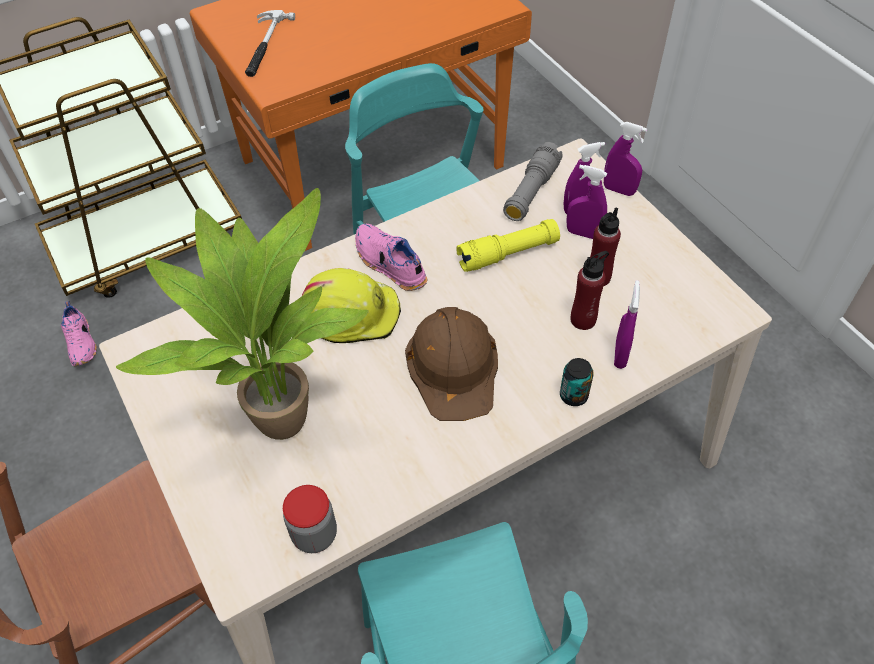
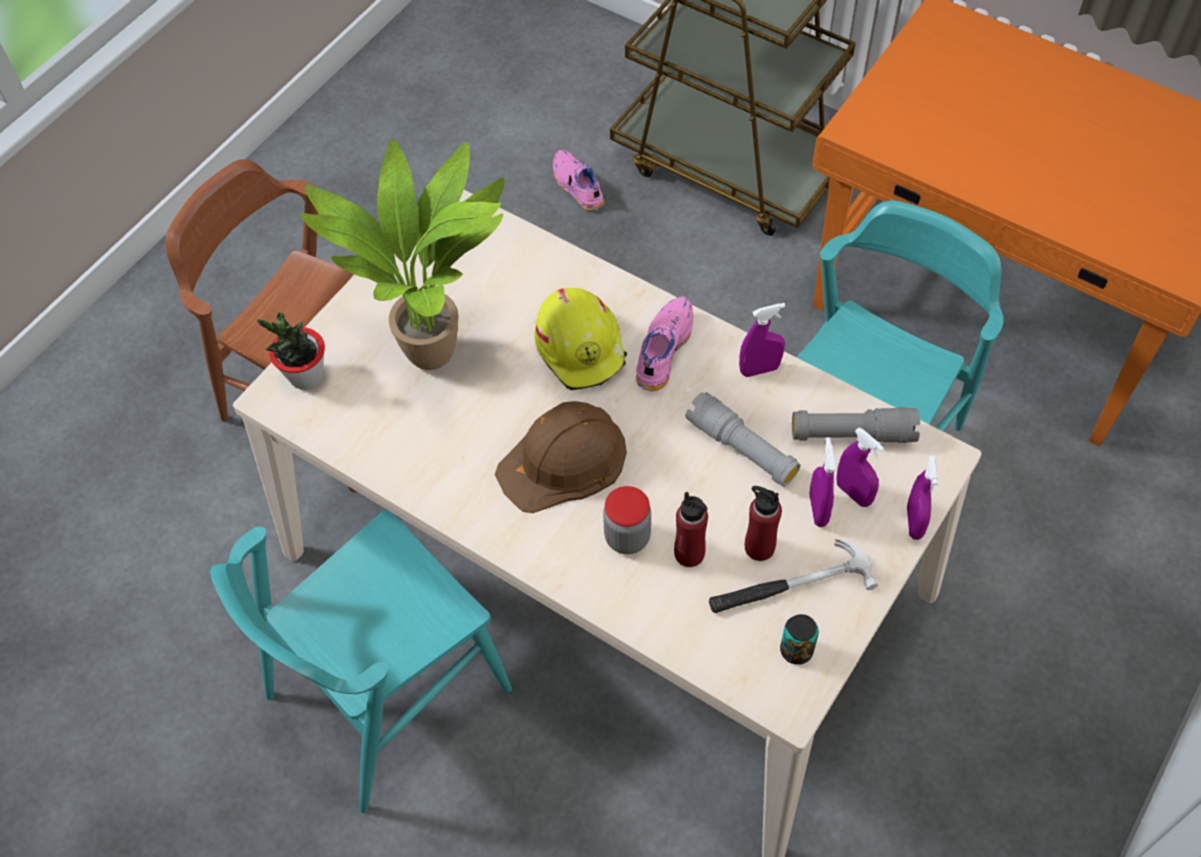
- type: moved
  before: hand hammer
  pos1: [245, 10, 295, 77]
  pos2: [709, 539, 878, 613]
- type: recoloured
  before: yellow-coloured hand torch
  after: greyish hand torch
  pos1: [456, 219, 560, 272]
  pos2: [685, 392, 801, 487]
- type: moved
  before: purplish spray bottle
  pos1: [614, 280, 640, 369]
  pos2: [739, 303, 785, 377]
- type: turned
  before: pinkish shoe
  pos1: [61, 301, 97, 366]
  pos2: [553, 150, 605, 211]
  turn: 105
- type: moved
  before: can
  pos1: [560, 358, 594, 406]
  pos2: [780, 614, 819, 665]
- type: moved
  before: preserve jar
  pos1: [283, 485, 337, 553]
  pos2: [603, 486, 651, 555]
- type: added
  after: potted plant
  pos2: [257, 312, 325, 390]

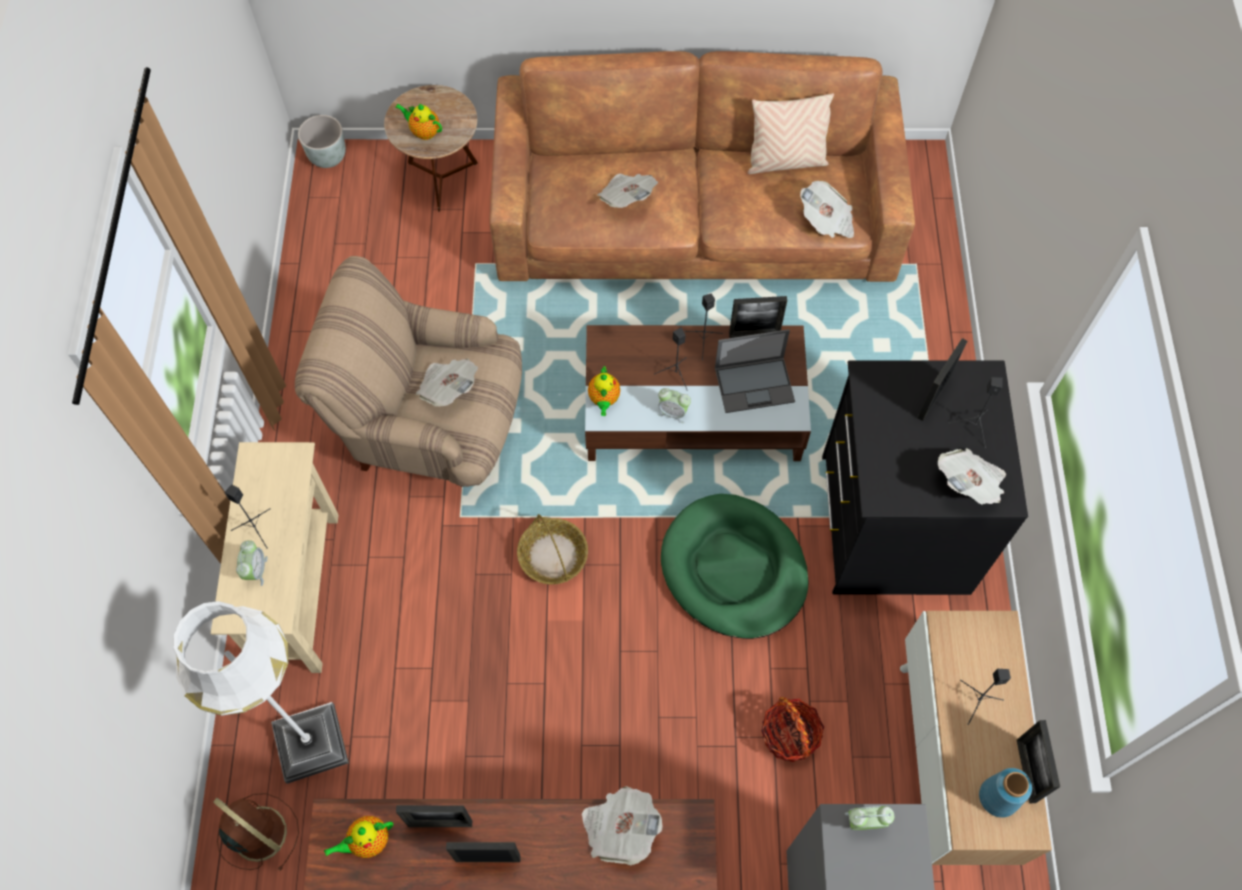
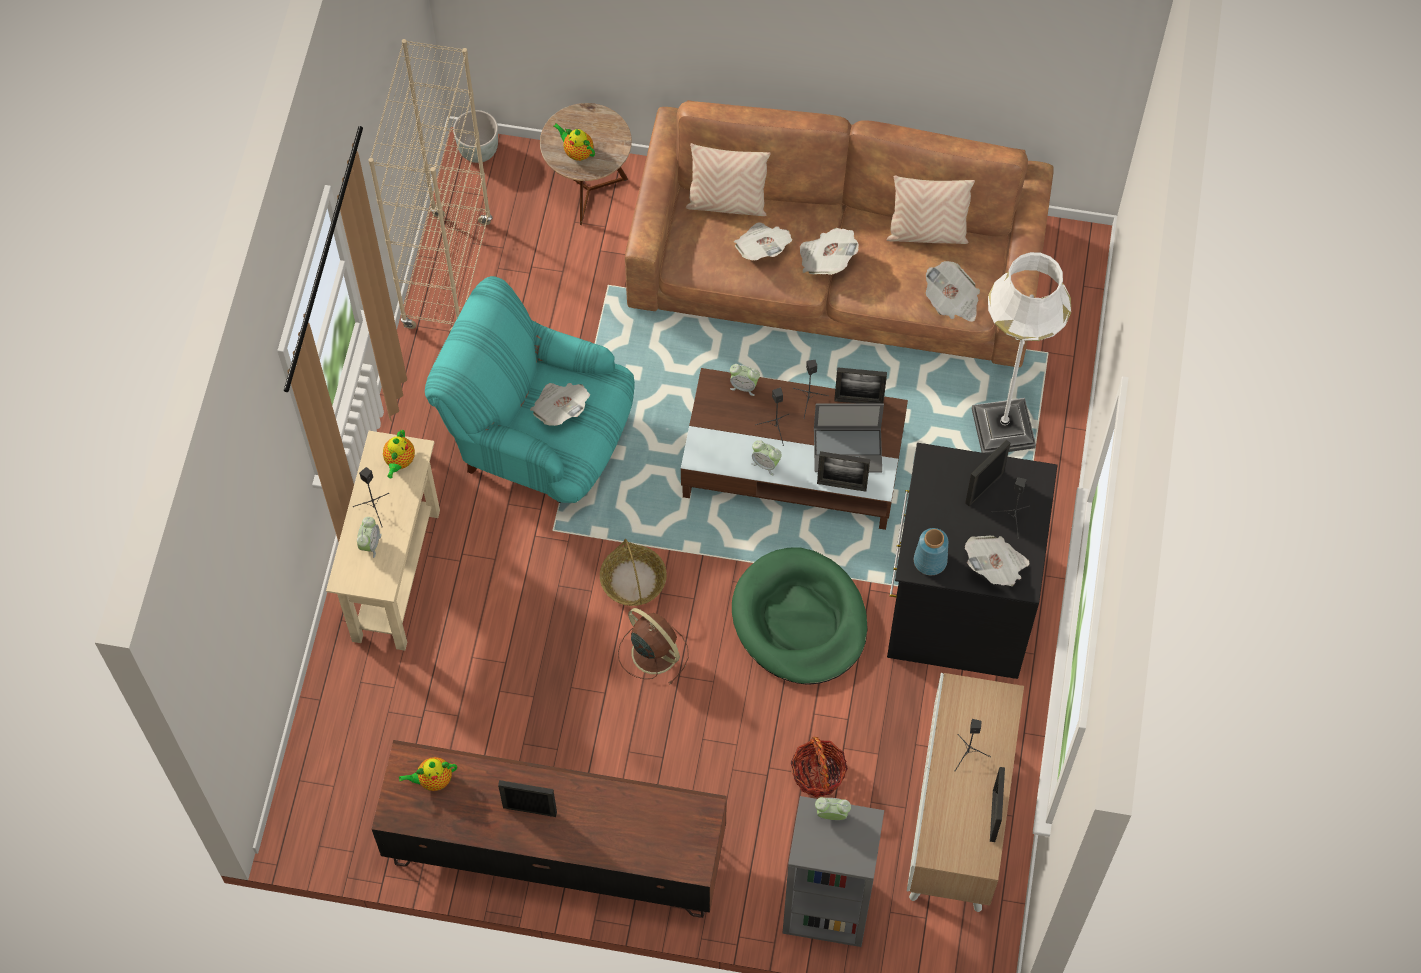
- type: recoloured
  before: beige-coloured armchair
  after: turquoise-coloured armchair
  pos1: [295, 256, 522, 487]
  pos2: [425, 276, 635, 503]
- type: moved
  before: pot for tea
  pos1: [588, 366, 620, 416]
  pos2: [383, 430, 415, 478]
- type: moved
  before: white-coloured standing lamp
  pos1: [174, 601, 349, 784]
  pos2: [972, 252, 1071, 454]
- type: moved
  before: bluish flower vase
  pos1: [979, 768, 1032, 818]
  pos2: [914, 528, 948, 575]
- type: moved
  before: printed paper
  pos1: [582, 786, 663, 865]
  pos2: [800, 228, 859, 275]
- type: moved
  before: brown-coloured fan
  pos1: [213, 793, 299, 872]
  pos2: [618, 608, 689, 684]
- type: moved
  before: standing frame
  pos1: [396, 805, 472, 827]
  pos2: [817, 451, 870, 492]
- type: added
  after: beige-coloured bookshelf
  pos2: [368, 39, 493, 331]
- type: added
  after: beige-coloured pillow
  pos2: [686, 143, 771, 216]
- type: added
  after: bedside clock
  pos2: [730, 364, 760, 396]

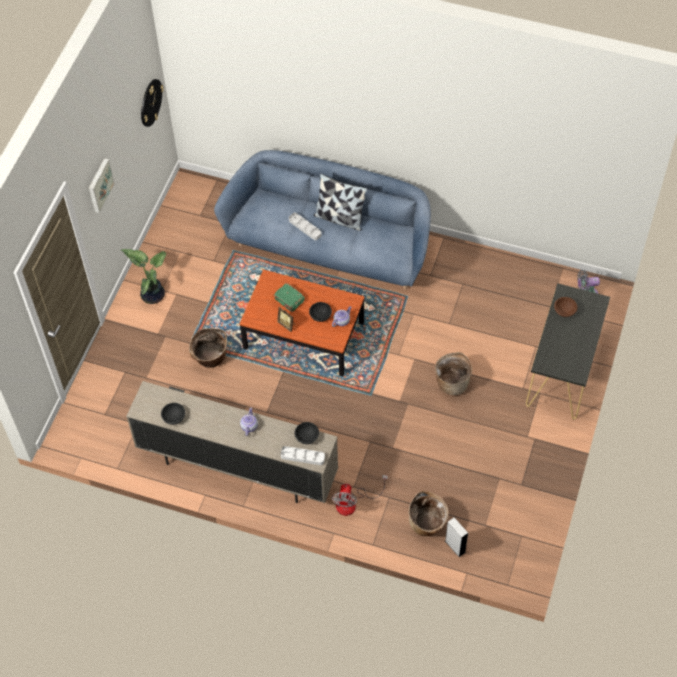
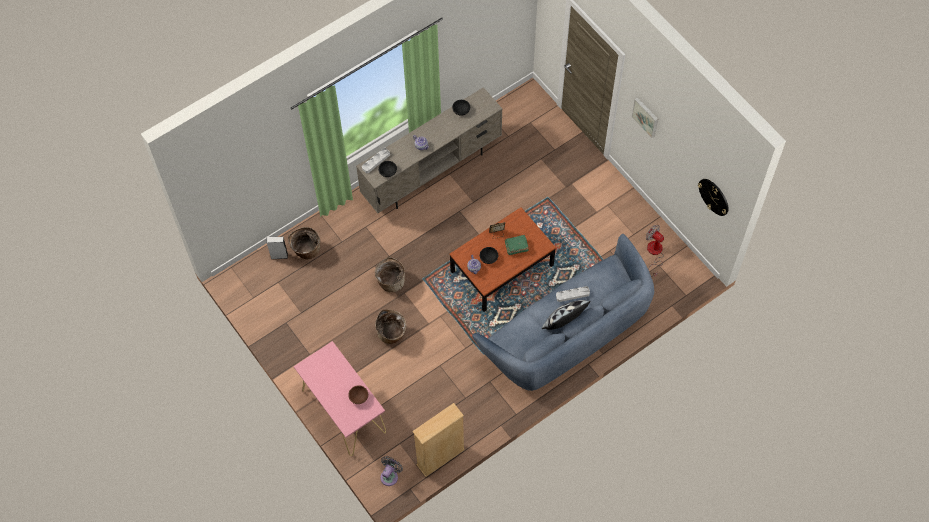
- type: removed
  before: potted plant
  pos1: [121, 249, 167, 304]
- type: recoloured
  before: black-coloured hall table
  after: pinkish hall table
  pos1: [526, 283, 610, 420]
  pos2: [294, 341, 386, 456]
- type: moved
  before: household basket
  pos1: [189, 328, 227, 368]
  pos2: [375, 257, 405, 292]
- type: moved
  before: fan
  pos1: [332, 475, 388, 516]
  pos2: [646, 225, 664, 277]
- type: added
  after: beige-coloured bookshelf
  pos2: [412, 403, 465, 477]

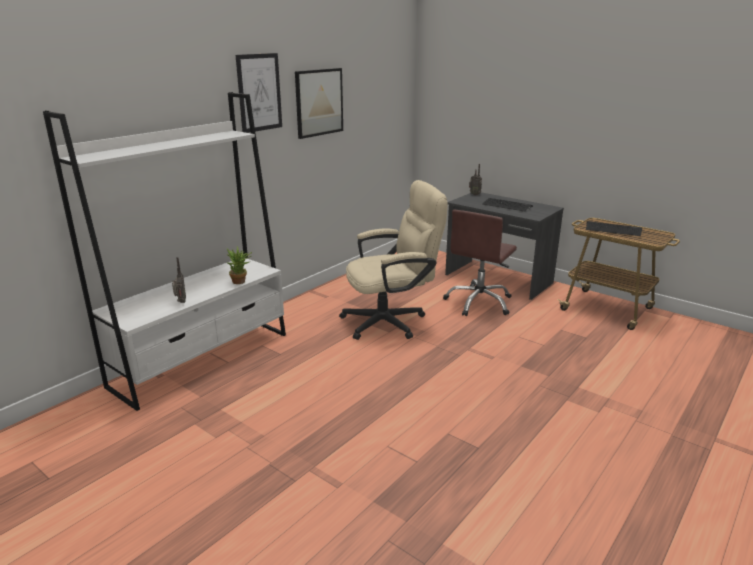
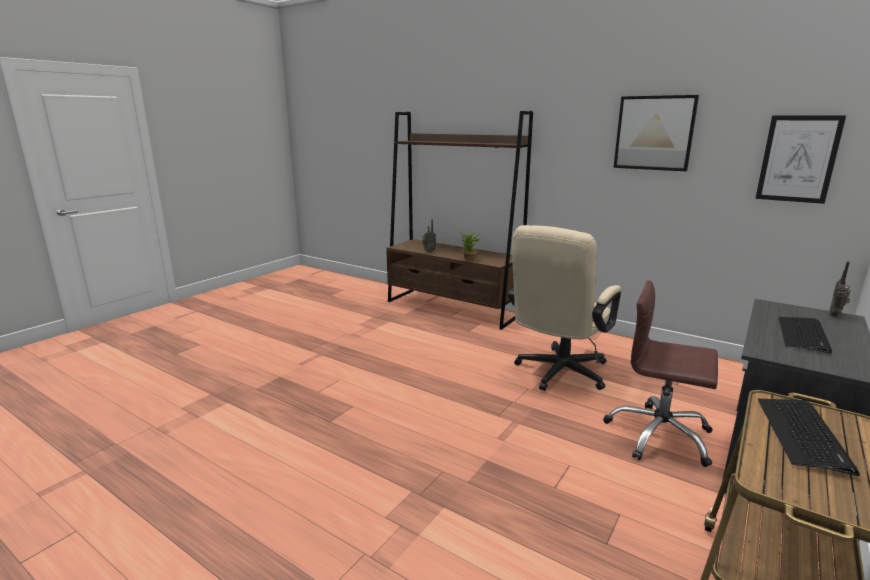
- type: moved
  before: wall picture
  pos1: [236, 53, 282, 133]
  pos2: [755, 115, 846, 204]
- type: recoloured
  before: white-coloured bookshelf
  after: brown-coloured bookshelf
  pos1: [43, 92, 286, 411]
  pos2: [386, 111, 533, 330]
- type: turned
  before: beige-coloured office chair
  pos1: [339, 180, 448, 340]
  pos2: [508, 225, 621, 391]
  turn: 60

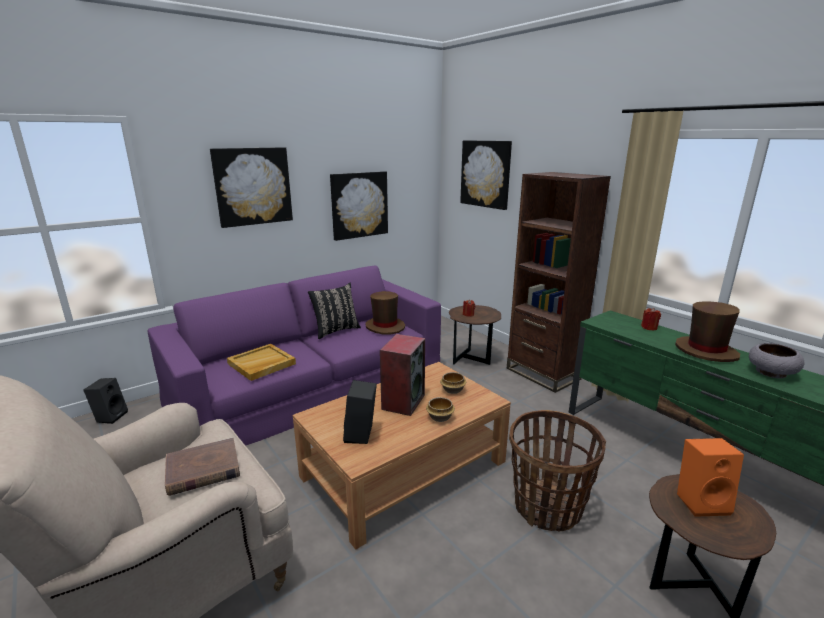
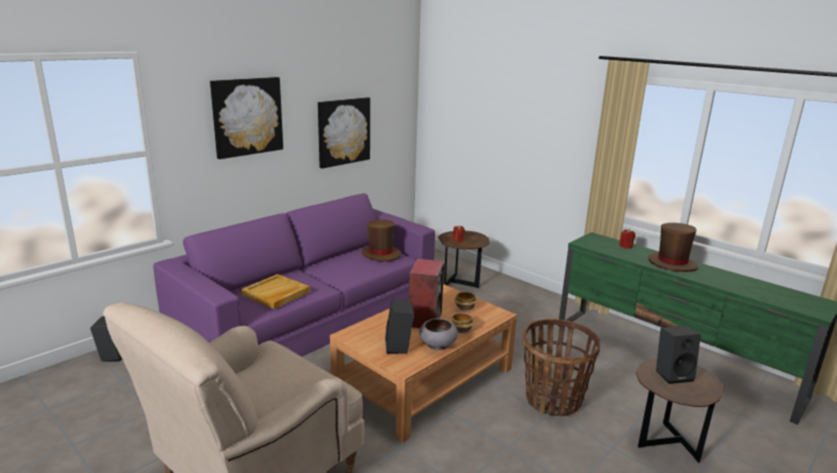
- type: removed
  before: wall picture
  pos1: [460, 140, 512, 210]
- type: removed
  before: brown-coloured bookshelf
  pos1: [507, 172, 611, 393]
- type: removed
  before: black-coloured pillow
  pos1: [308, 283, 361, 339]
- type: moved
  before: greyish deep dish
  pos1: [749, 343, 805, 379]
  pos2: [419, 318, 458, 350]
- type: removed
  before: brown-coloured bound book
  pos1: [165, 438, 240, 496]
- type: recoloured
  before: orangey audio speaker
  after: black-coloured audio speaker
  pos1: [677, 438, 744, 517]
  pos2: [656, 326, 701, 384]

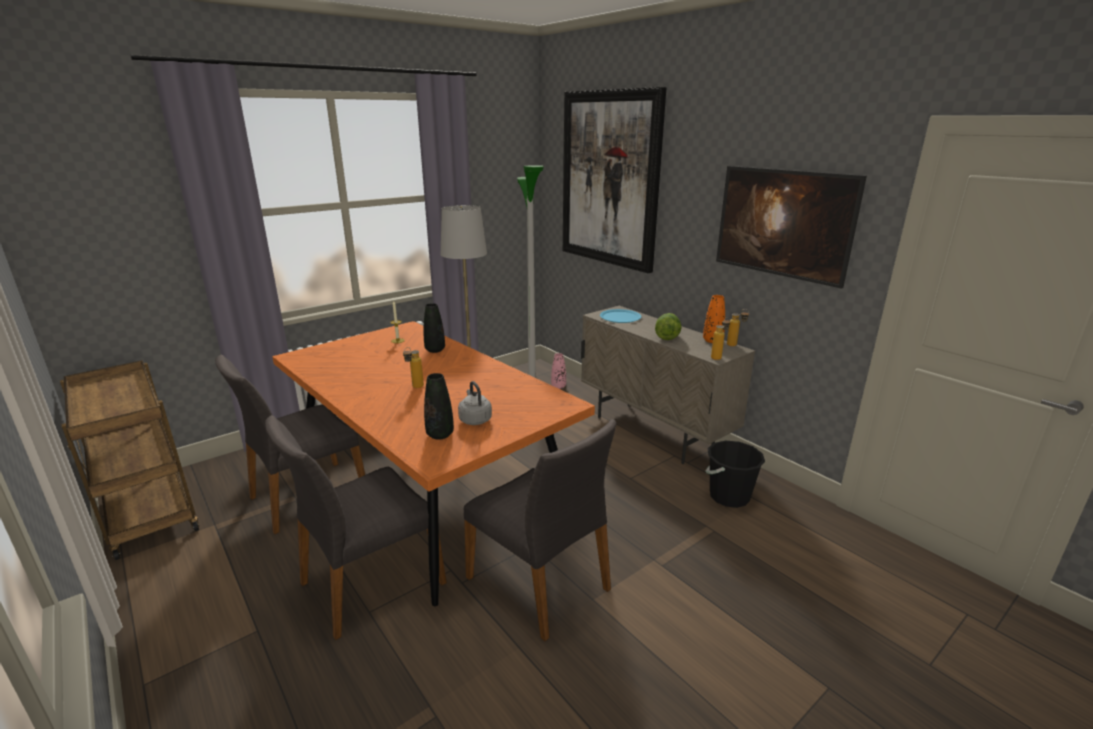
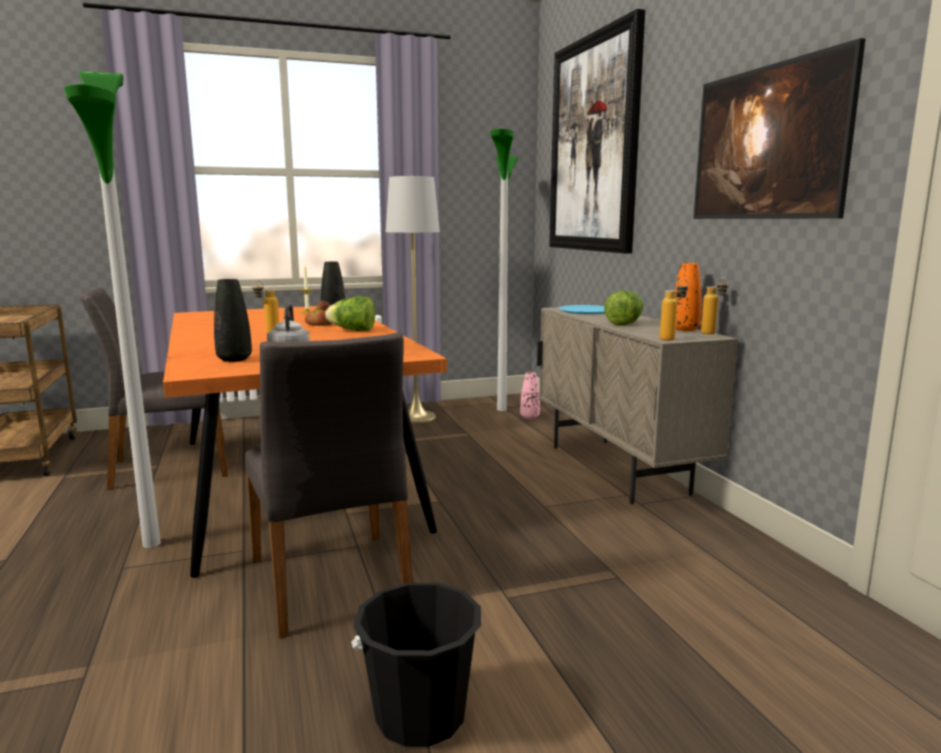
- type: replaced
  before: greyish chair
  after: standing lamp
  pos1: [265, 415, 447, 640]
  pos2: [64, 71, 161, 548]
- type: moved
  before: black-coloured water bucket
  pos1: [705, 440, 765, 508]
  pos2: [351, 583, 481, 747]
- type: added
  after: lettuce head
  pos2: [326, 296, 375, 331]
- type: added
  after: bread
  pos2: [305, 301, 333, 326]

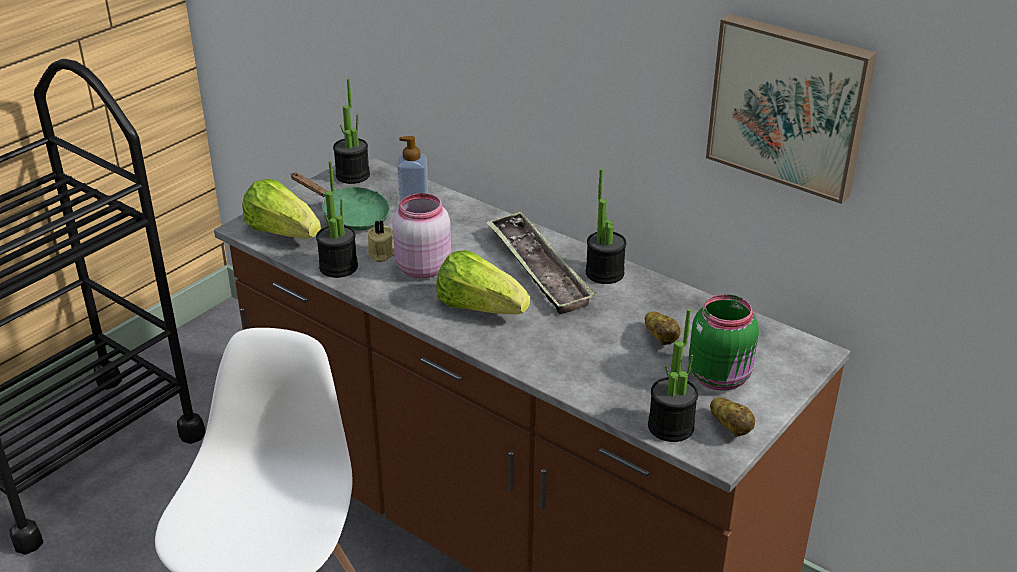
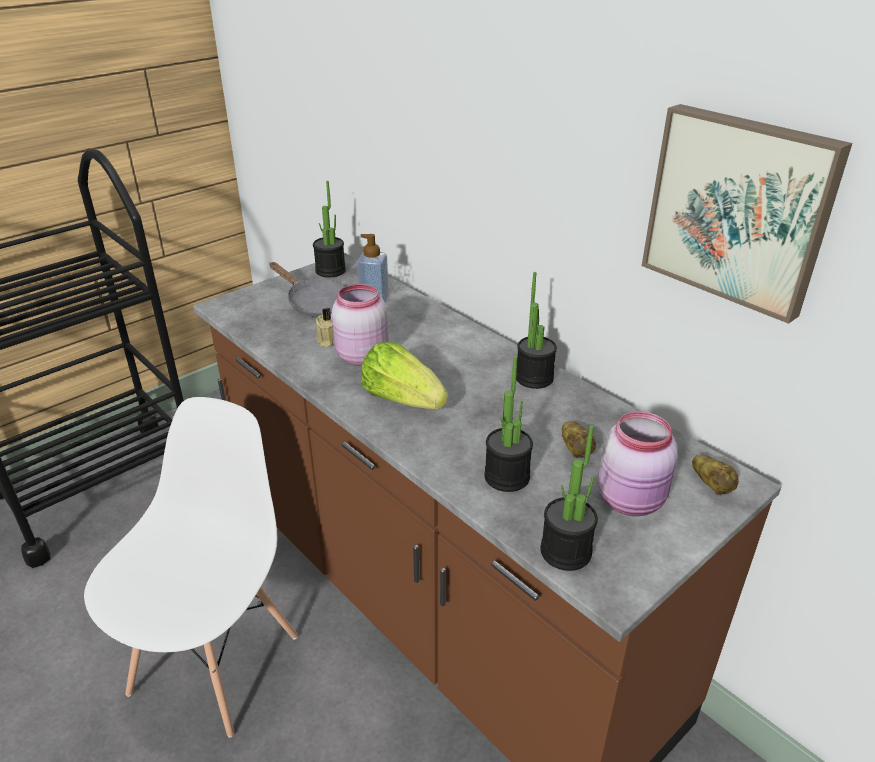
- type: moved
  before: potted plant
  pos1: [316, 161, 358, 278]
  pos2: [484, 356, 533, 492]
- type: recoloured
  before: green skillet
  after: greyish skillet
  pos1: [290, 173, 390, 231]
  pos2: [269, 262, 344, 317]
- type: removed
  before: lettuce head
  pos1: [242, 179, 321, 238]
- type: removed
  before: tray
  pos1: [486, 211, 596, 314]
- type: recoloured
  before: green preserve jar
  after: pinkish preserve jar
  pos1: [689, 294, 759, 391]
  pos2: [598, 411, 678, 516]
- type: moved
  before: whole potato
  pos1: [710, 397, 755, 437]
  pos2: [692, 454, 739, 495]

